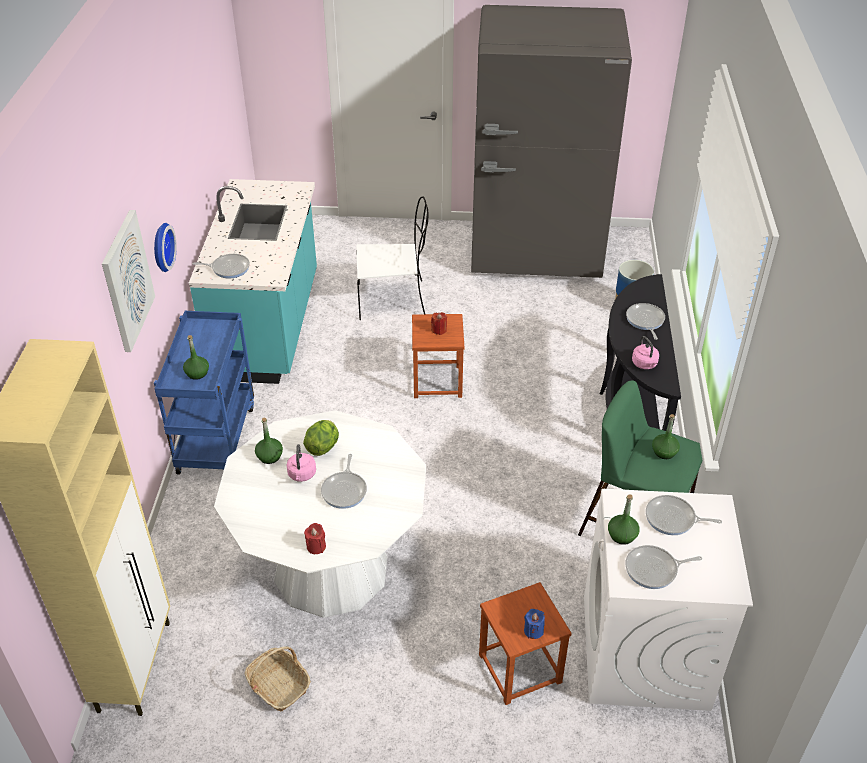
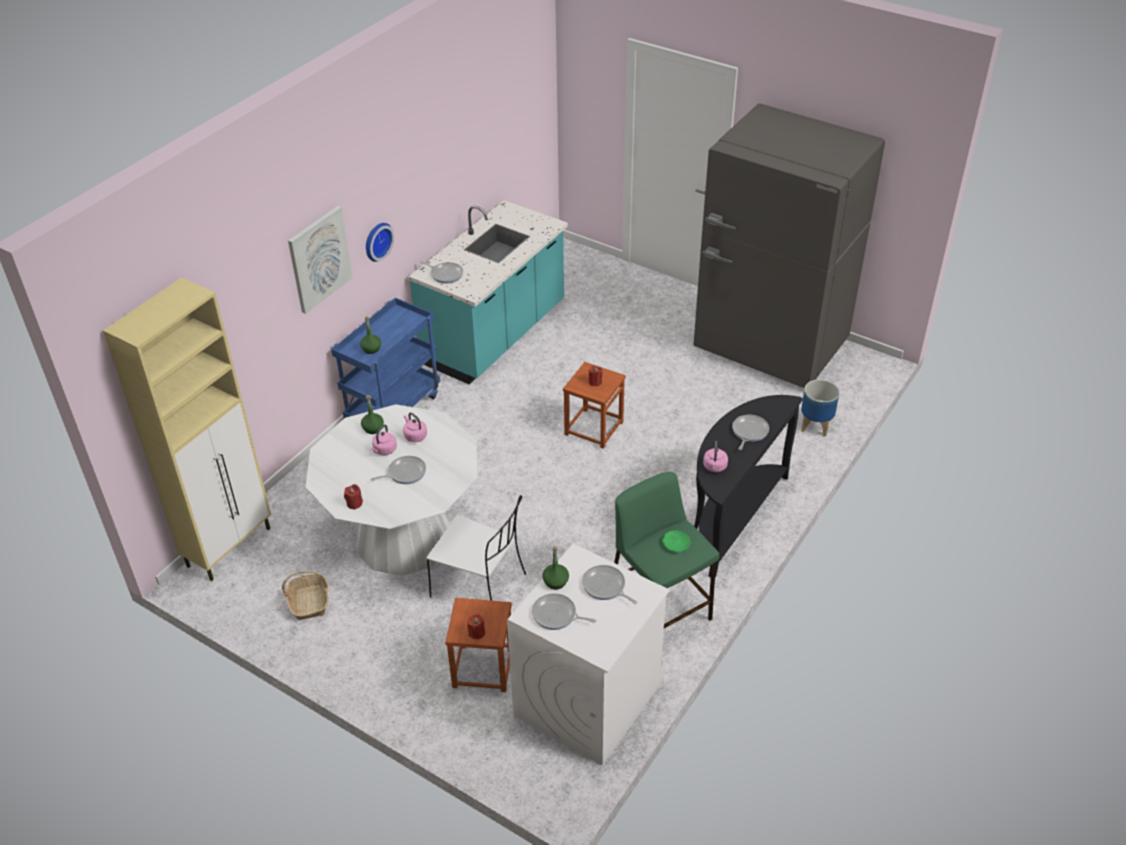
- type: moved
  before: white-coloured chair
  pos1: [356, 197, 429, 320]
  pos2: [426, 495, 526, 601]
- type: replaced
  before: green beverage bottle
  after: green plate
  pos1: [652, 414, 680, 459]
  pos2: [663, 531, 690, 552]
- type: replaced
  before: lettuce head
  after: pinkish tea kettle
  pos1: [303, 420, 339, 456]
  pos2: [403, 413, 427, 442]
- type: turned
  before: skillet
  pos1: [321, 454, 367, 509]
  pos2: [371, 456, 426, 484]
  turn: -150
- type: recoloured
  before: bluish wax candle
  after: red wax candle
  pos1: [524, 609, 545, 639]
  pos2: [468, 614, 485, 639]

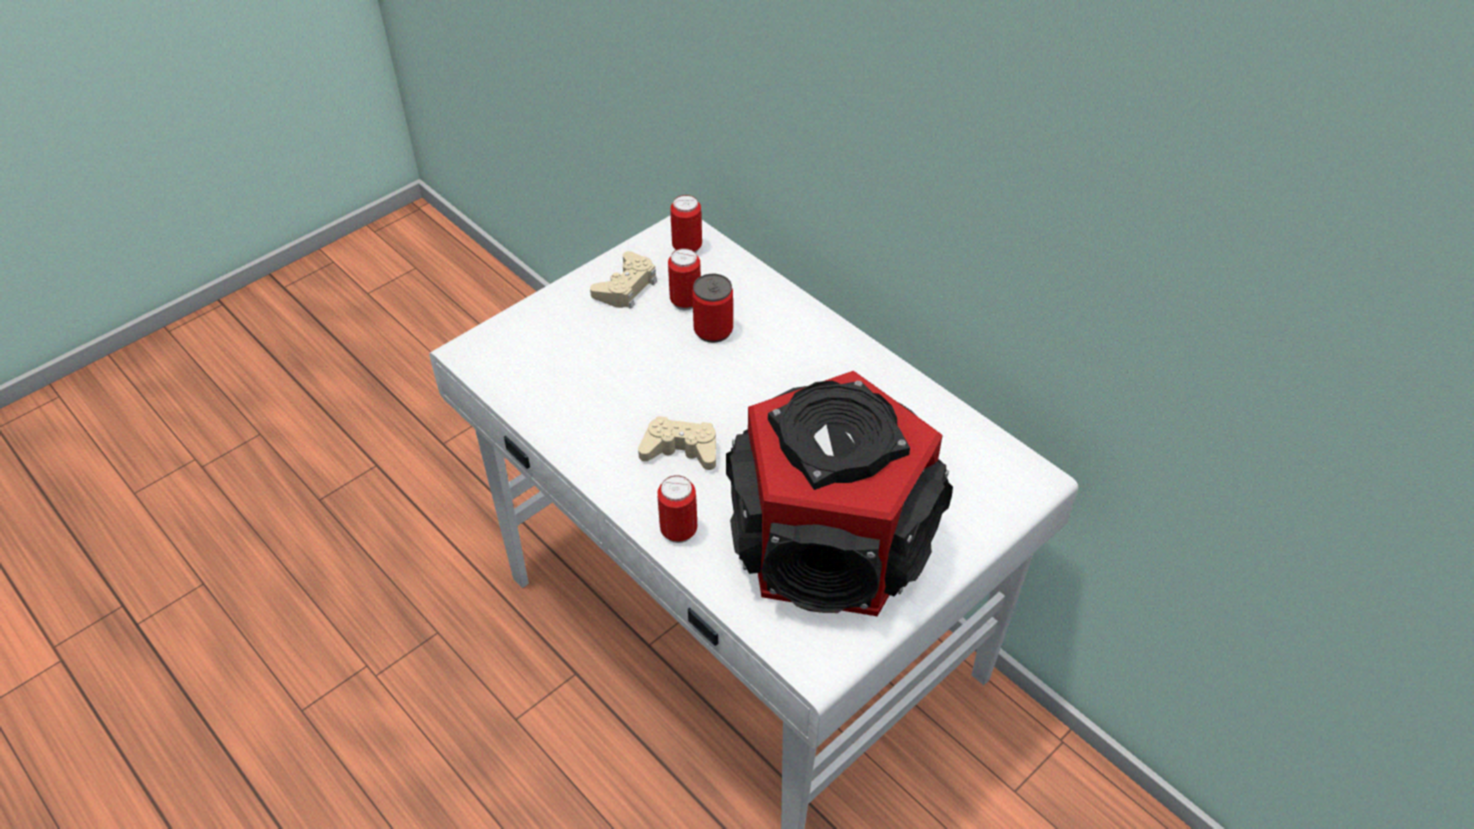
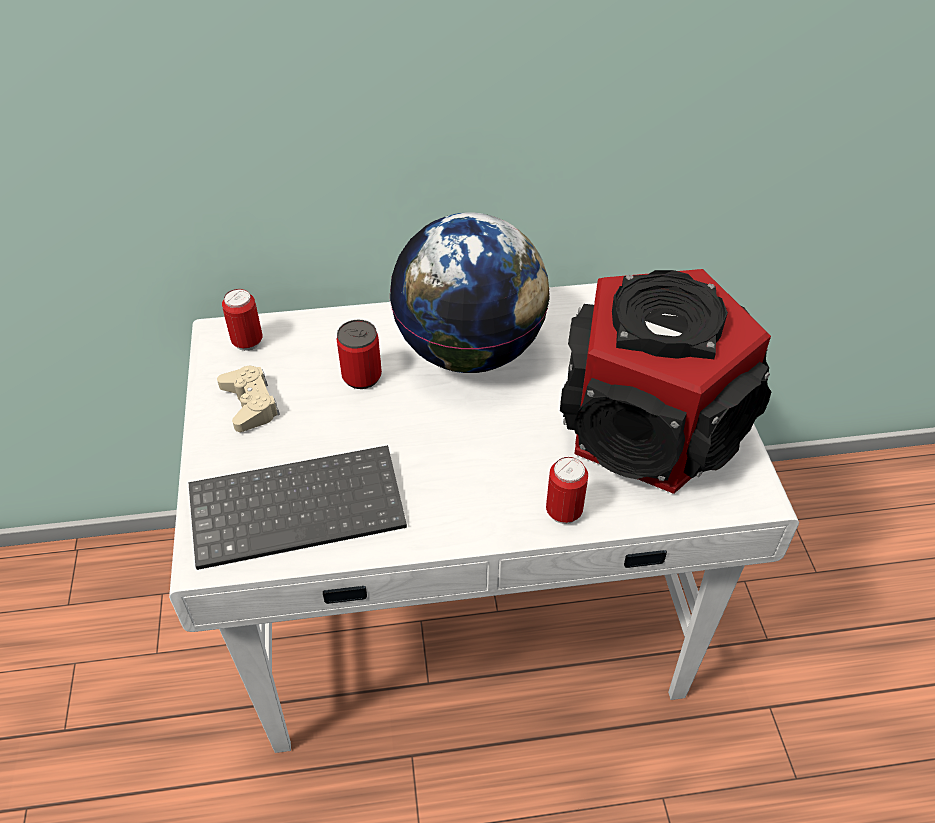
- type: removed
  before: can
  pos1: [668, 248, 701, 310]
- type: removed
  before: beige-coloured gamepad
  pos1: [638, 416, 716, 470]
- type: added
  after: world globe
  pos2: [389, 213, 550, 373]
- type: added
  after: computer keyboard
  pos2: [188, 445, 407, 570]

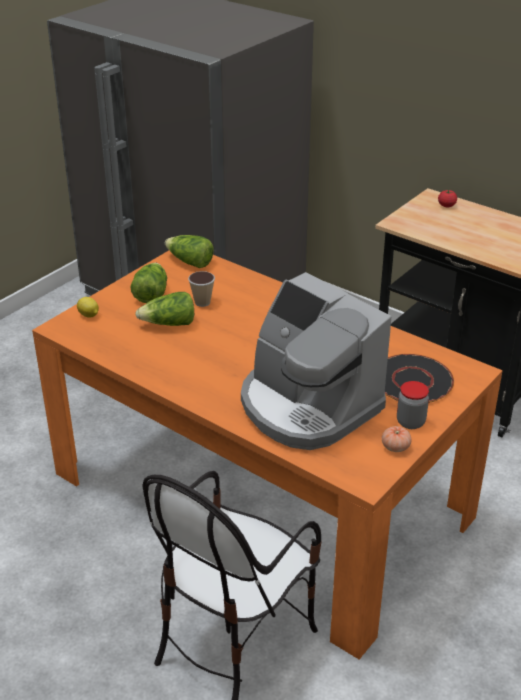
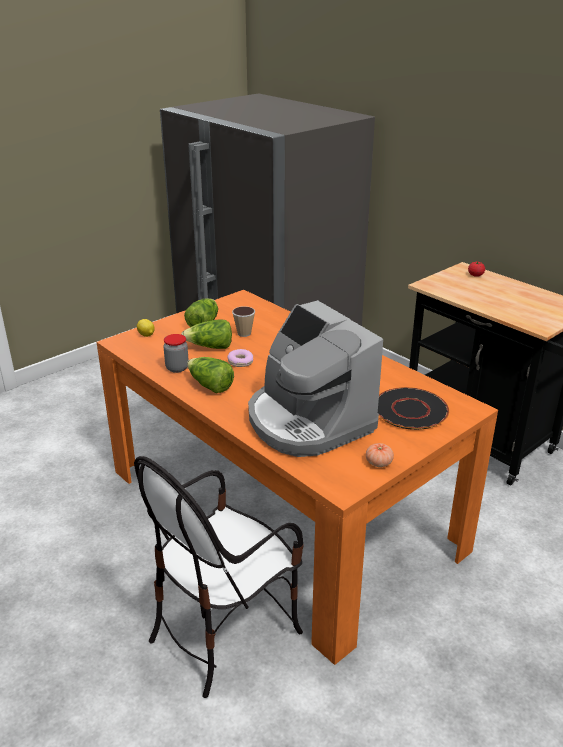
- type: moved
  before: lettuce head
  pos1: [165, 235, 214, 268]
  pos2: [187, 357, 234, 393]
- type: moved
  before: preserve jar
  pos1: [397, 381, 429, 429]
  pos2: [163, 334, 189, 373]
- type: added
  after: doughnut
  pos2: [228, 349, 253, 367]

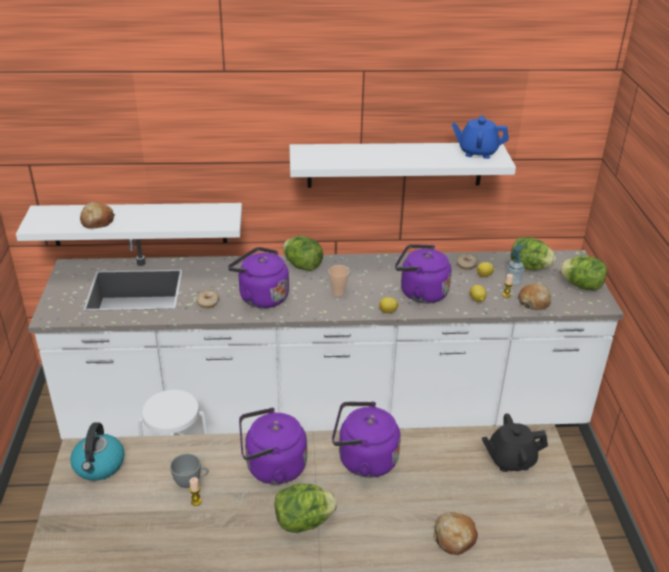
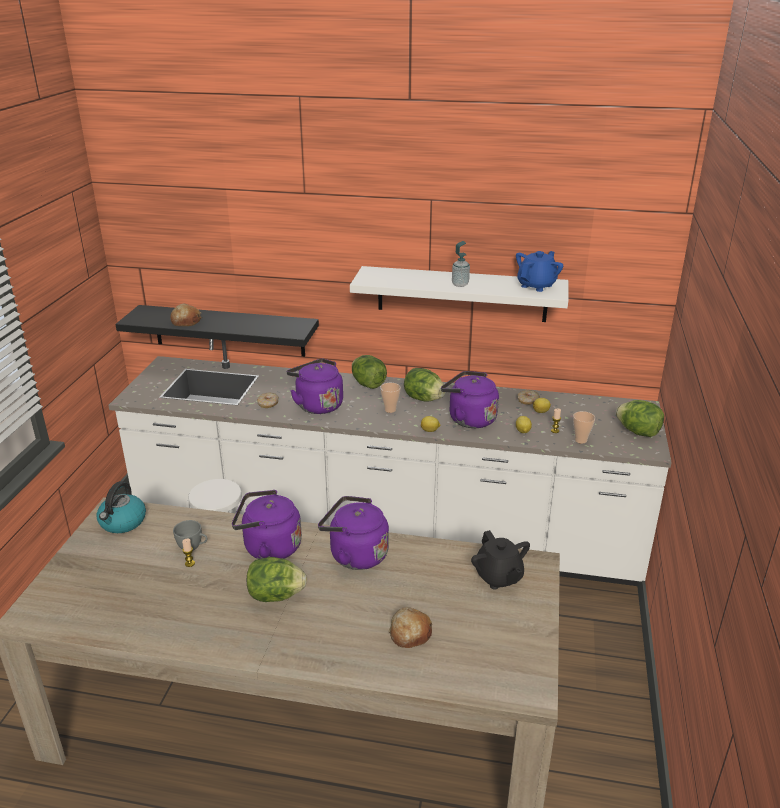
- type: turned
  before: bluish pot for tea
  pos1: [452, 115, 509, 159]
  pos2: [516, 251, 563, 292]
  turn: 105
- type: recoloured
  before: white-coloured bracket shelf
  after: black-coloured bracket shelf
  pos1: [16, 203, 242, 246]
  pos2: [115, 305, 319, 357]
- type: moved
  before: lettuce head
  pos1: [511, 237, 556, 270]
  pos2: [404, 368, 446, 402]
- type: moved
  before: soap bottle
  pos1: [505, 244, 525, 285]
  pos2: [452, 241, 470, 287]
- type: replaced
  before: bread
  after: drinking cup
  pos1: [518, 283, 551, 310]
  pos2: [573, 411, 595, 444]
- type: turned
  before: black-coloured pot for tea
  pos1: [482, 413, 548, 472]
  pos2: [471, 530, 530, 590]
  turn: -120

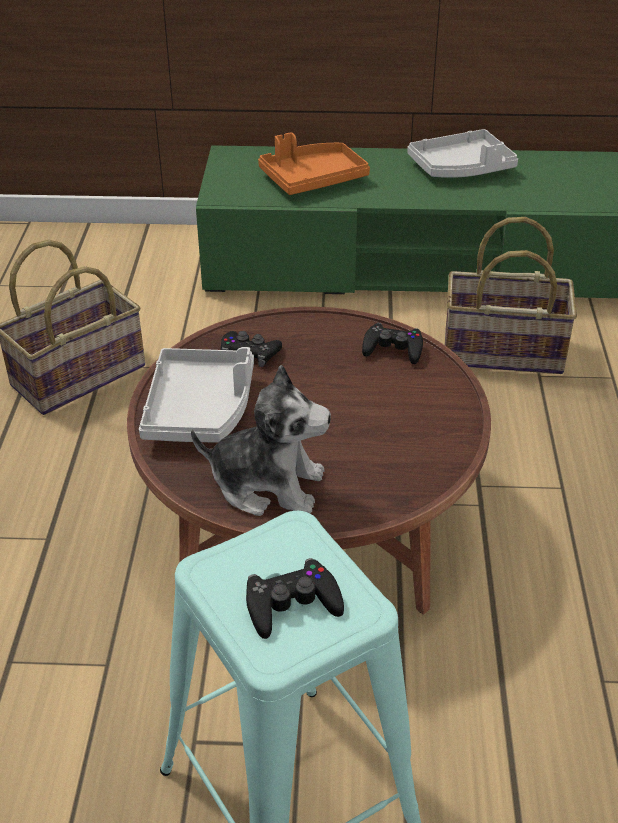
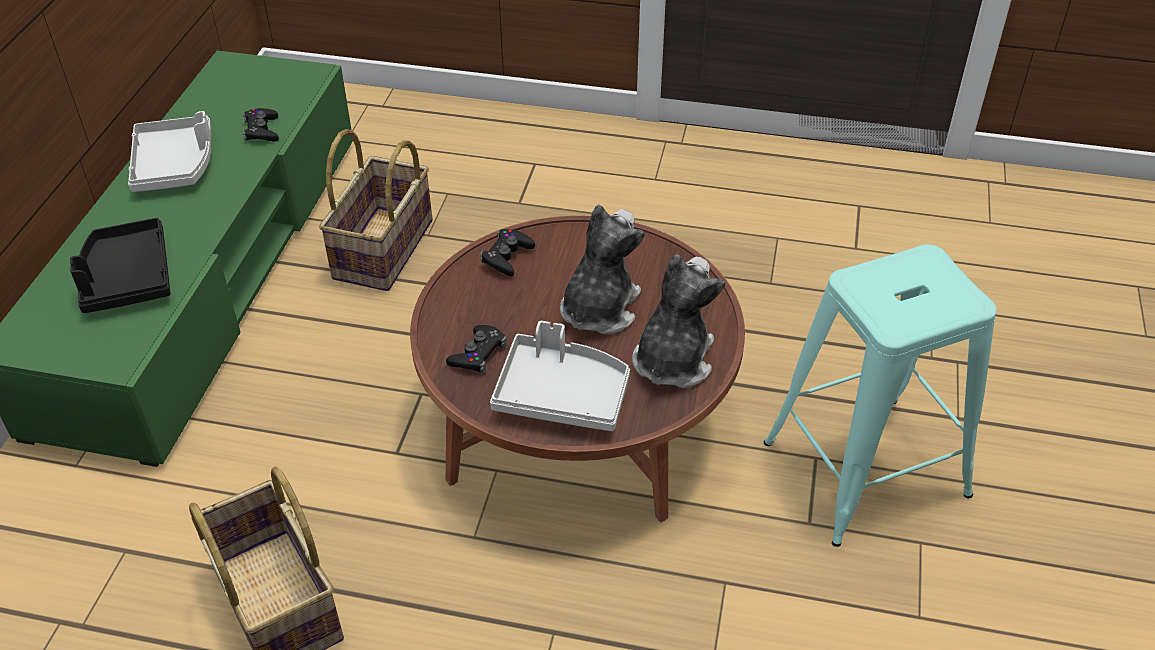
- type: recoloured
  before: orangey tray
  after: black-coloured tray
  pos1: [258, 132, 370, 195]
  pos2: [70, 218, 171, 313]
- type: moved
  before: black-coloured gamepad
  pos1: [246, 558, 344, 639]
  pos2: [243, 108, 279, 142]
- type: added
  after: soft toy
  pos2: [560, 204, 644, 335]

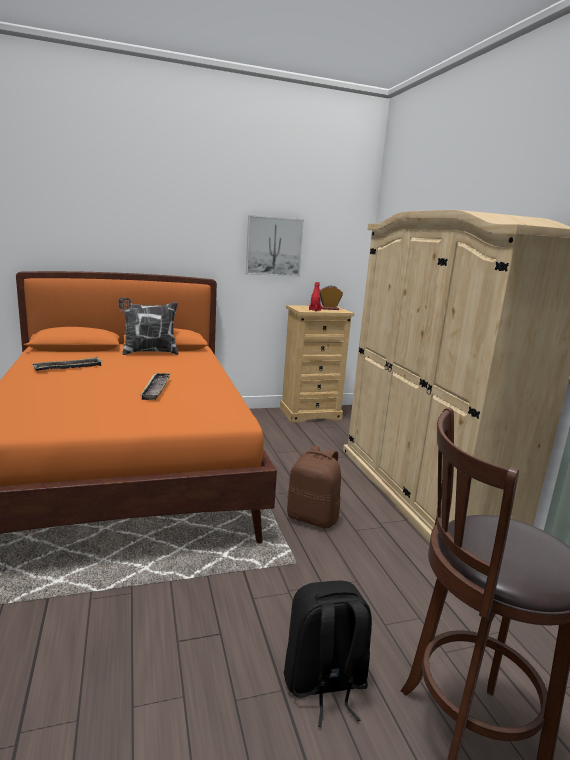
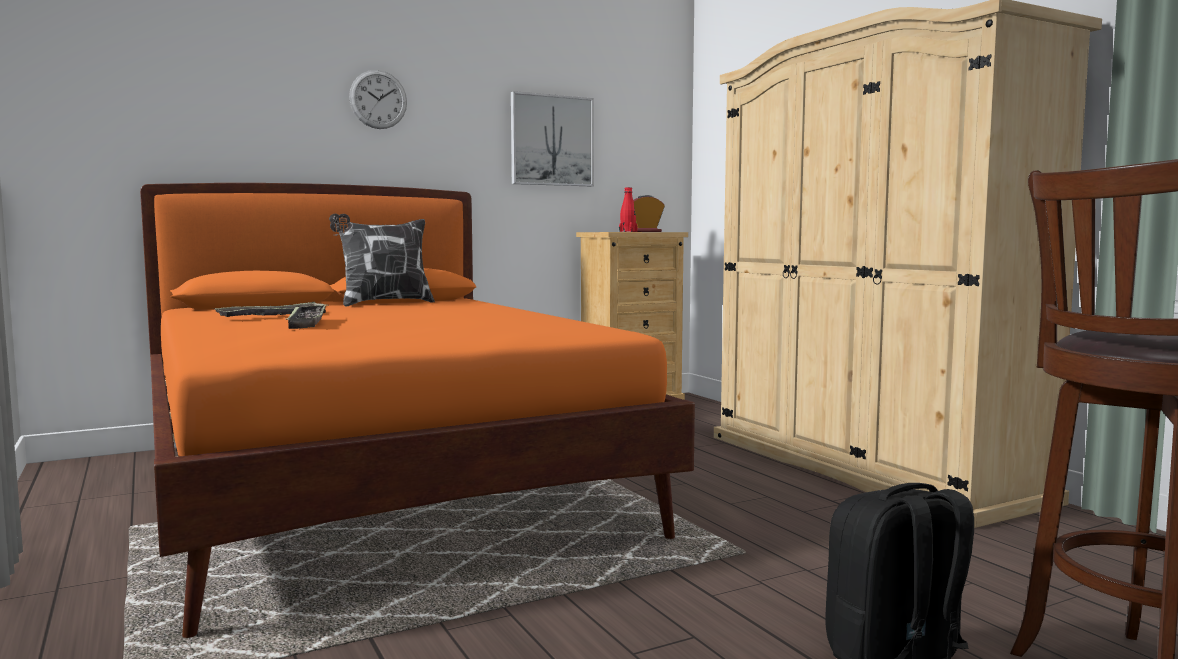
- type: moved
  before: tray
  pos1: [140, 373, 171, 400]
  pos2: [285, 304, 327, 329]
- type: removed
  before: brown-coloured knapsack
  pos1: [287, 445, 341, 529]
- type: added
  after: wall clock
  pos2: [349, 70, 407, 129]

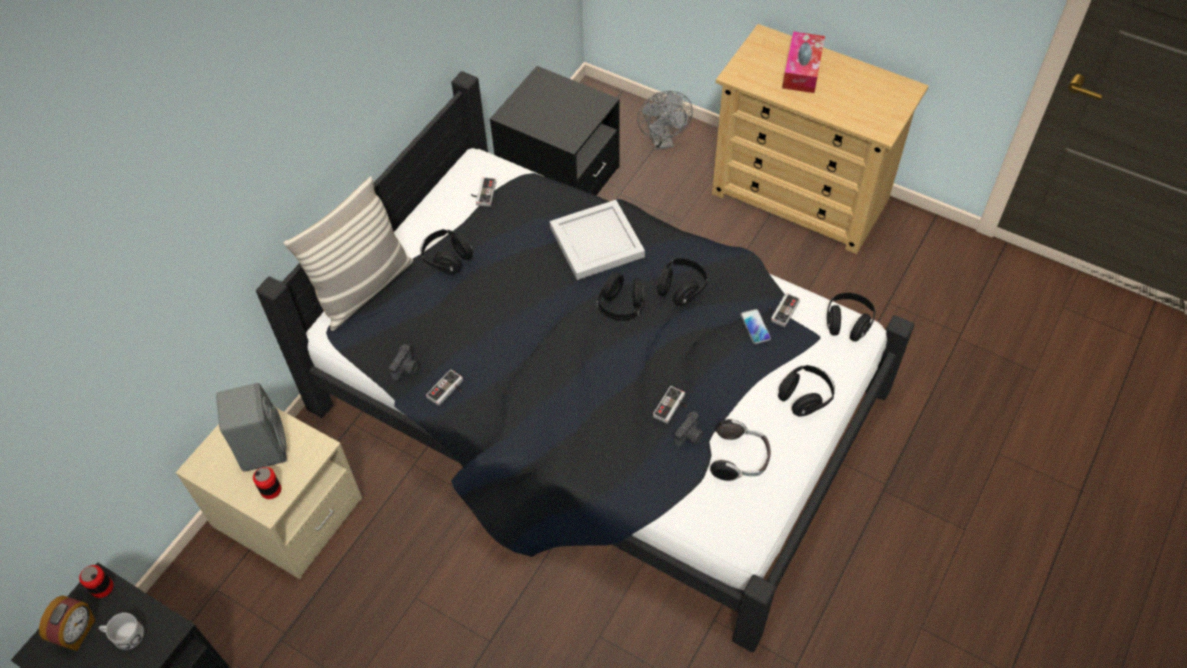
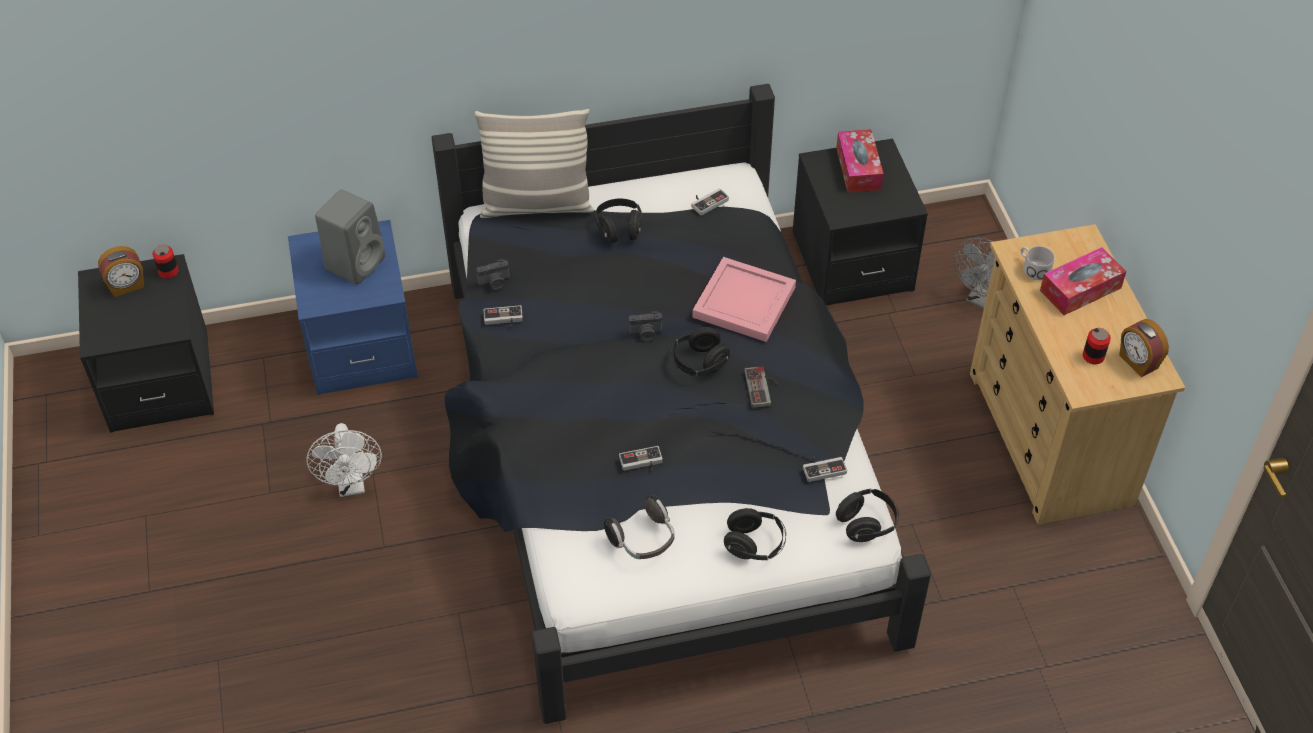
- type: recoloured
  before: white-coloured tray
  after: pinkish tray
  pos1: [550, 200, 645, 280]
  pos2: [692, 257, 796, 342]
- type: replaced
  before: black-coloured headphones
  after: gamepad
  pos1: [656, 258, 708, 306]
  pos2: [745, 366, 778, 408]
- type: removed
  before: phone
  pos1: [740, 309, 771, 344]
- type: recoloured
  before: beige-coloured night table
  after: bluish night table
  pos1: [175, 408, 362, 579]
  pos2: [288, 220, 418, 395]
- type: moved
  before: still camera
  pos1: [674, 411, 704, 448]
  pos2: [629, 311, 662, 341]
- type: moved
  before: can
  pos1: [253, 467, 281, 499]
  pos2: [1083, 328, 1111, 364]
- type: moved
  before: white-coloured mug
  pos1: [99, 613, 144, 650]
  pos2: [1021, 246, 1055, 280]
- type: added
  after: tissue box
  pos2: [836, 129, 884, 193]
- type: added
  after: bedside clock
  pos2: [1119, 319, 1169, 377]
- type: added
  after: white-coloured fan
  pos2: [306, 423, 382, 497]

